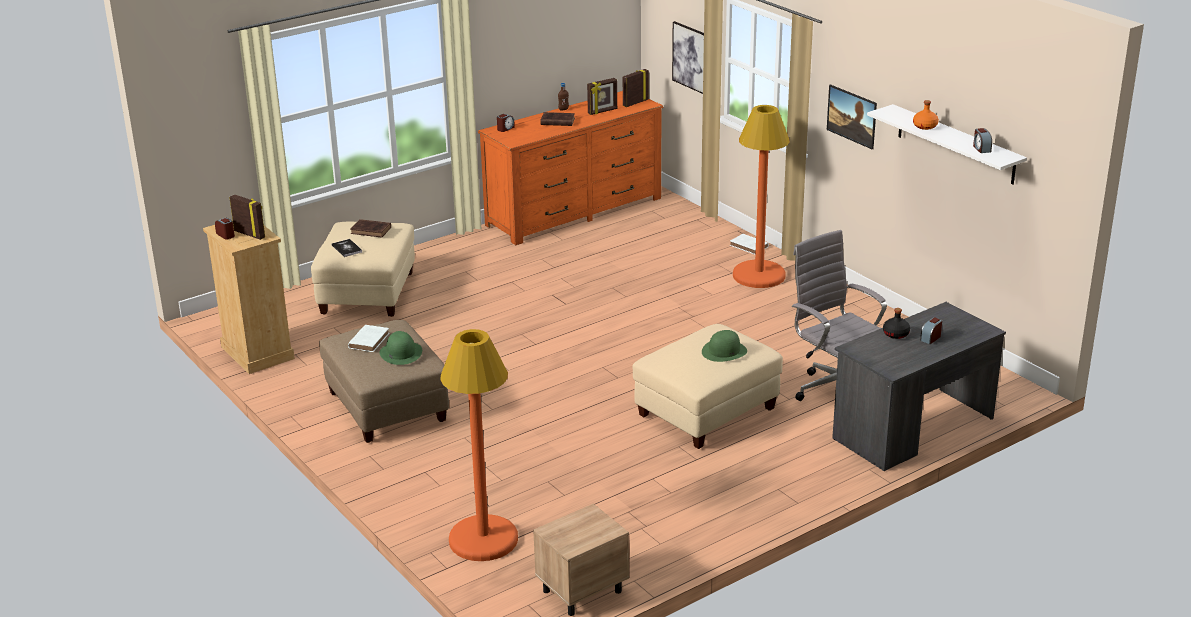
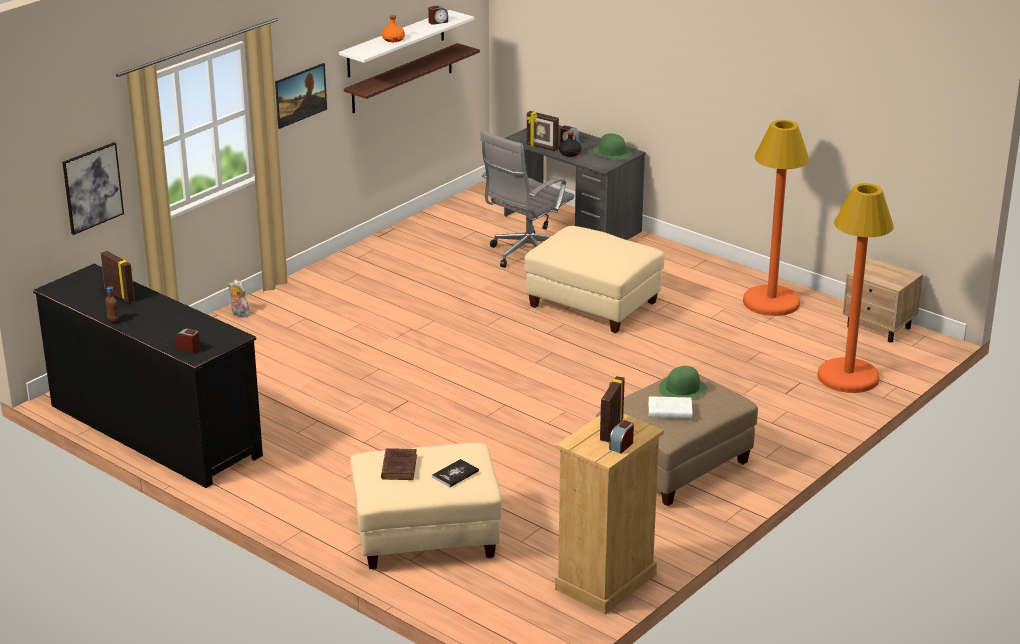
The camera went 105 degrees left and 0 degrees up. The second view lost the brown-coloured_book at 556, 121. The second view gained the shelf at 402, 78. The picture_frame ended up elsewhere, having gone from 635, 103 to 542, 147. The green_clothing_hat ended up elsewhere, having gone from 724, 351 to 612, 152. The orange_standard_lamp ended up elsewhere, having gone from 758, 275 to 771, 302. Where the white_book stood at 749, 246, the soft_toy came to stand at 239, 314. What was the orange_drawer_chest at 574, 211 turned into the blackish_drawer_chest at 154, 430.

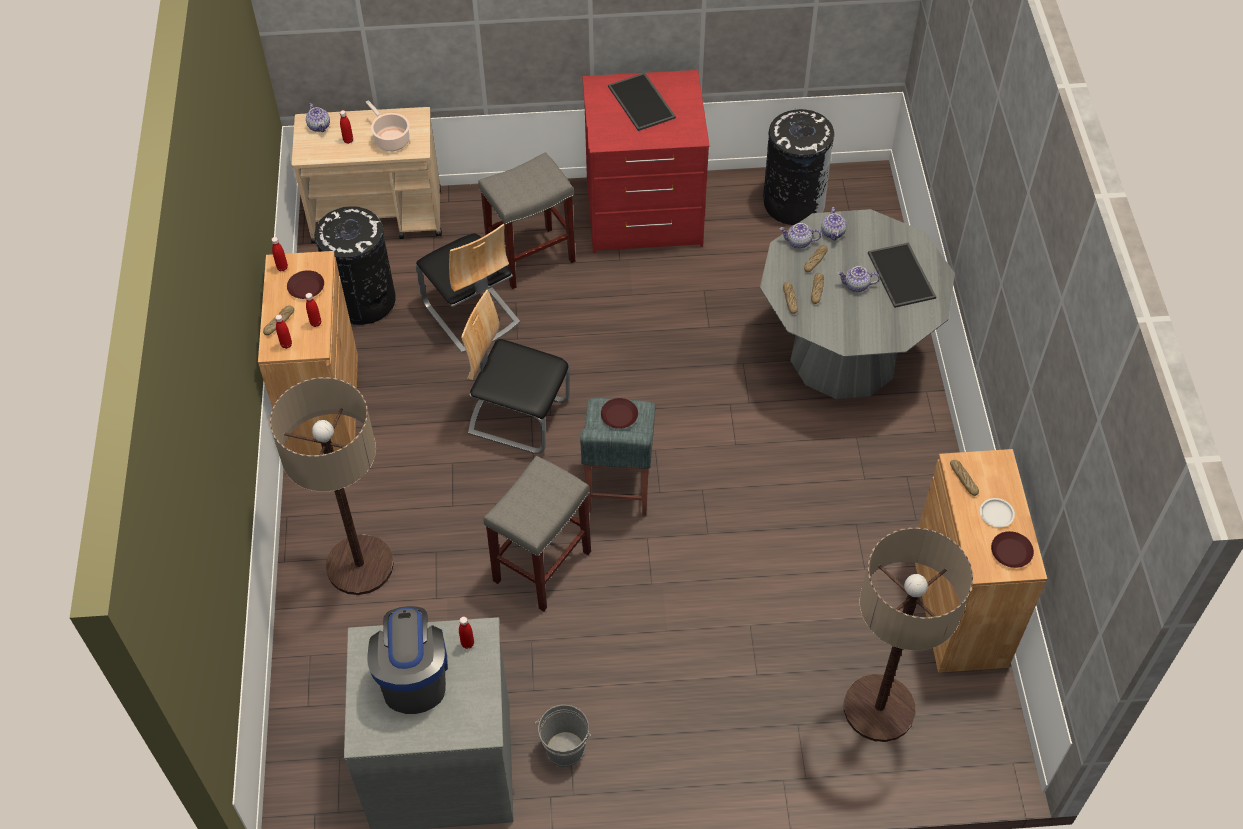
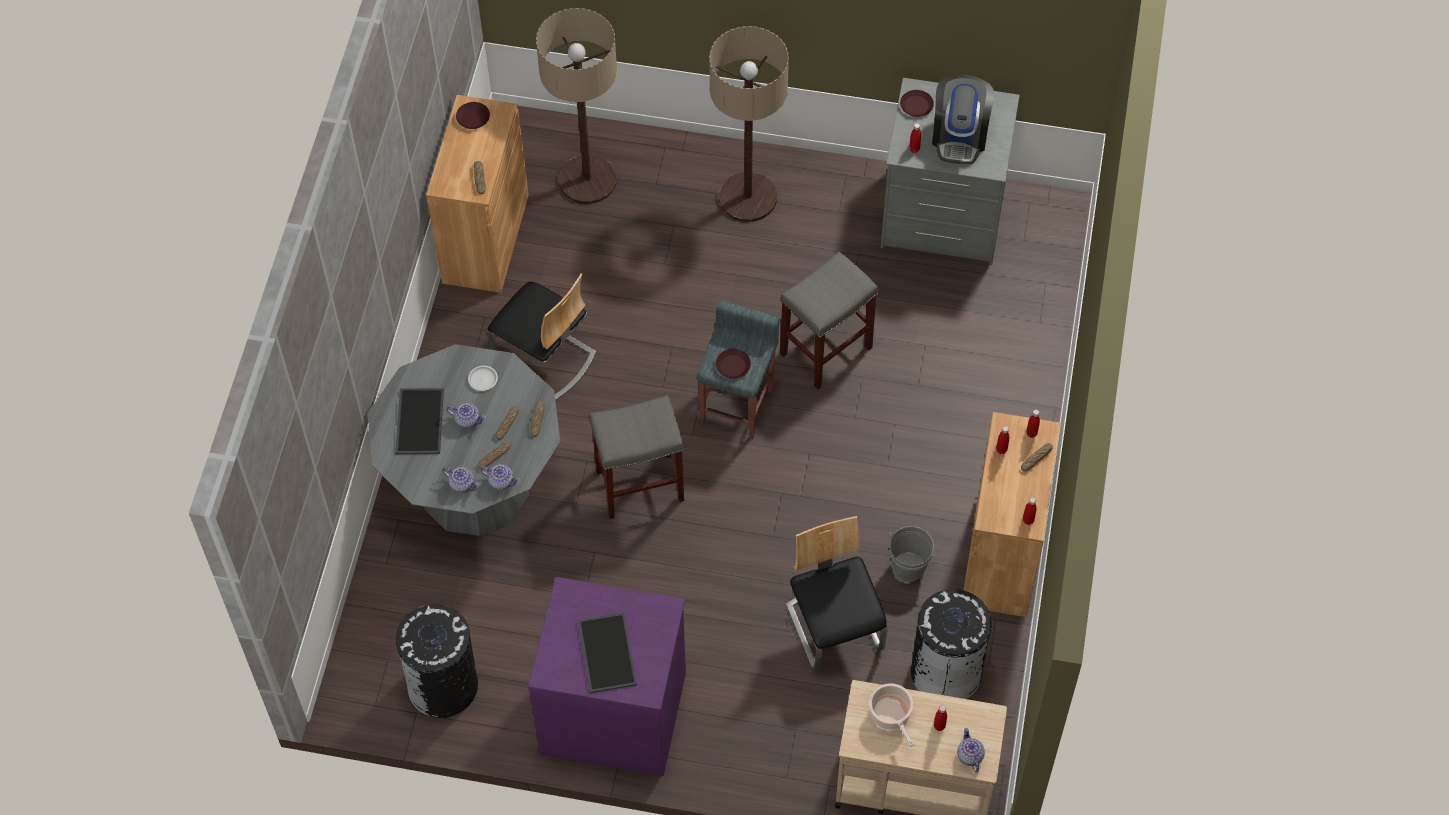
The camera went 165 degrees left and 5 degrees up. The standard_lamp ended up elsewhere, having gone from 360, 565 to 747, 198. The brown-coloured_dinner_plate ended up elsewhere, having gone from 306, 287 to 916, 106. The plain_chair ended up elsewhere, having gone from 518, 416 to 544, 358. The gray_stool ended up elsewhere, having gone from 532, 257 to 638, 486. The gray_water_bucket ended up elsewhere, having gone from 565, 749 to 909, 567. The white_dinner_plate ended up elsewhere, having gone from 996, 514 to 483, 379. What was the red-coloured_drawer_chest at 644, 215 turned into the purple_drawer_chest at 614, 710. The pot_for_tea at 833, 233 ended up facing another way, 105 degrees clockwise from before.

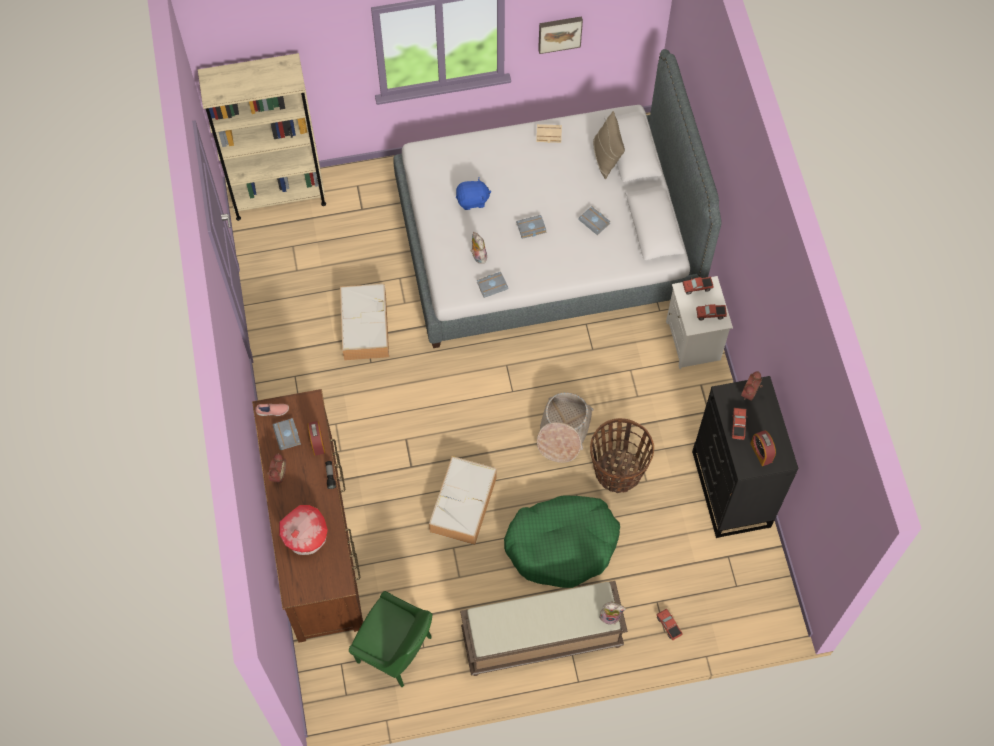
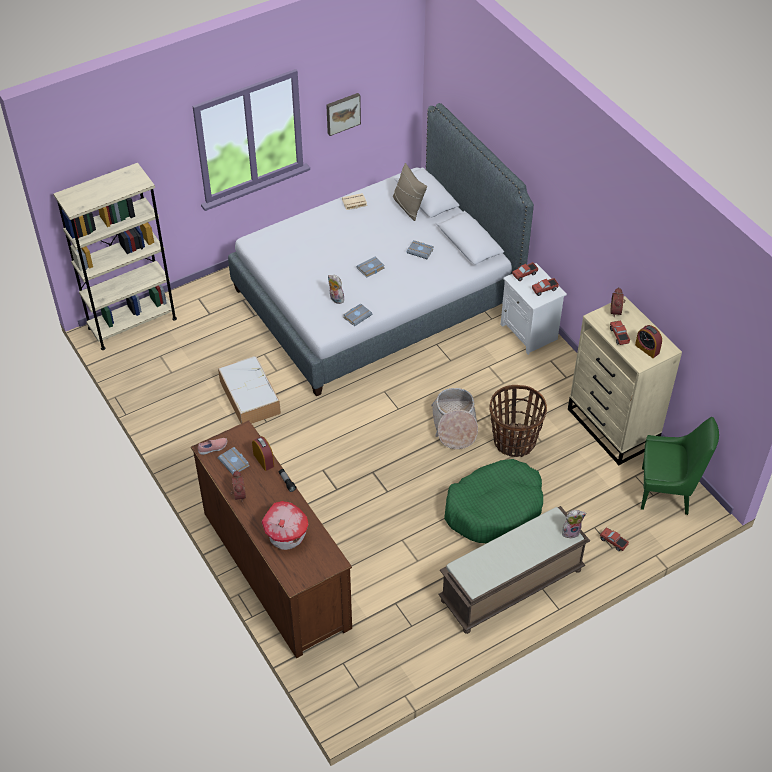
The camera went 20 degrees left and 15 degrees down. The second view lost the storage_box at 463, 505. The second view lost the blue-coloured_soft_toy at 472, 200. The green_plain_chair ended up elsewhere, having gone from 397, 651 to 667, 491. What was the blackish_drawer_chest at 731, 490 turned into the sand-coloured_drawer_chest at 612, 427.

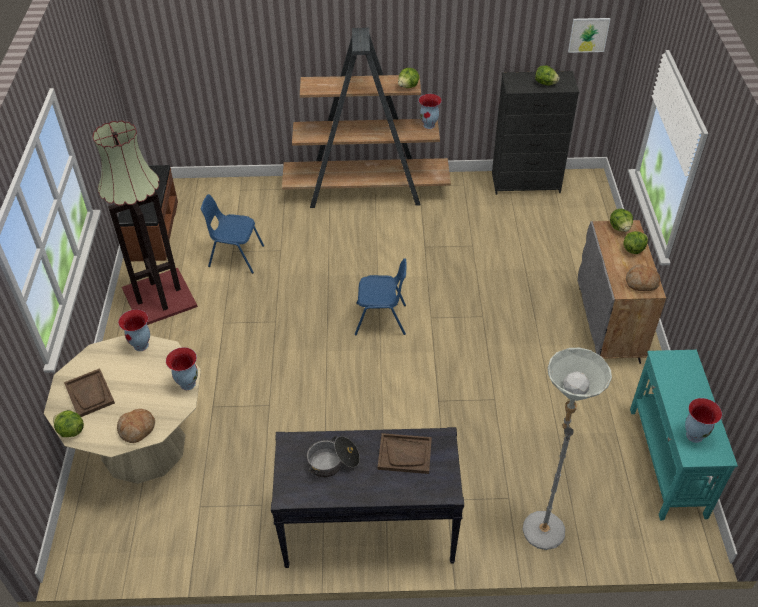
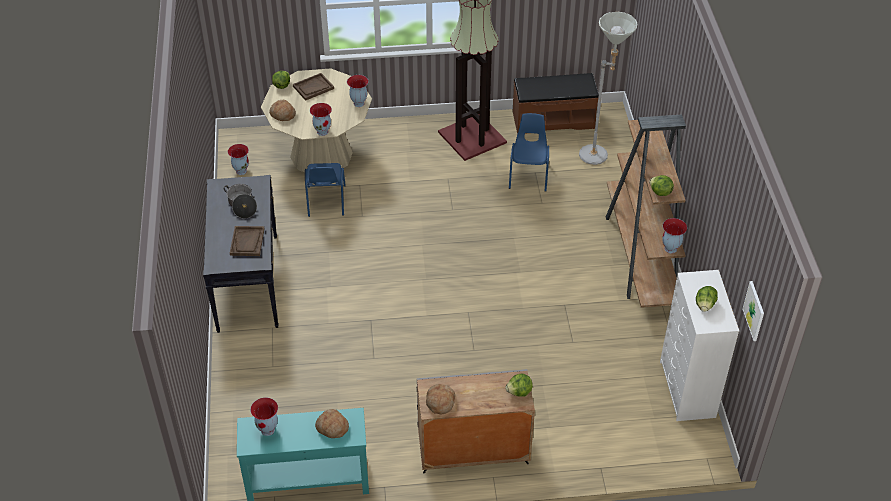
The camera went 85 degrees right and 0 degrees up. The second view lost the head_of_lettuce at 633, 249. The second view gained the flower_vase at 241, 170. The second view gained the bread at 332, 427. The blue-coloured_plain_chair ended up elsewhere, having gone from 381, 319 to 326, 201. The gray_standard_lamp ended up elsewhere, having gone from 543, 522 to 599, 155. What was the blackish_drawer_chest at 526, 183 turned into the white_drawer_chest at 687, 390.

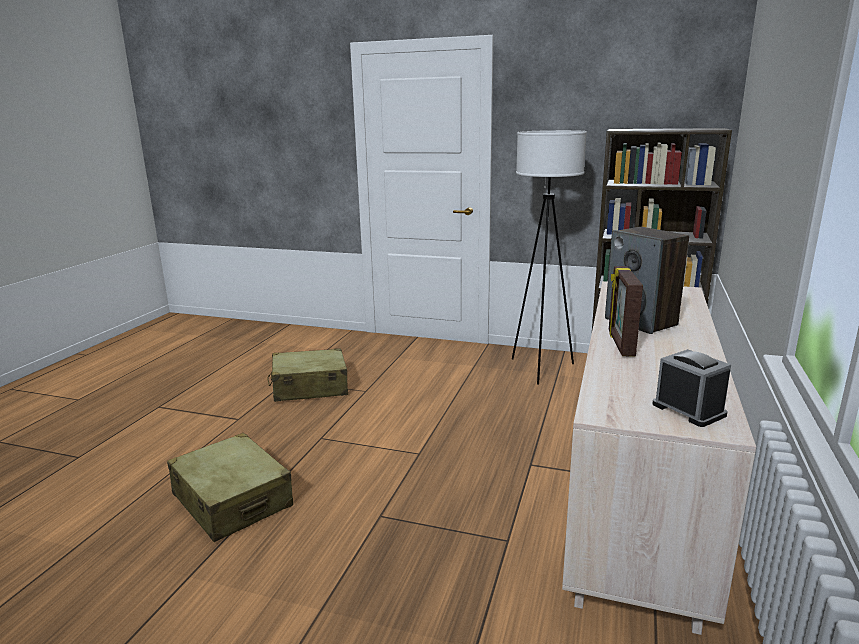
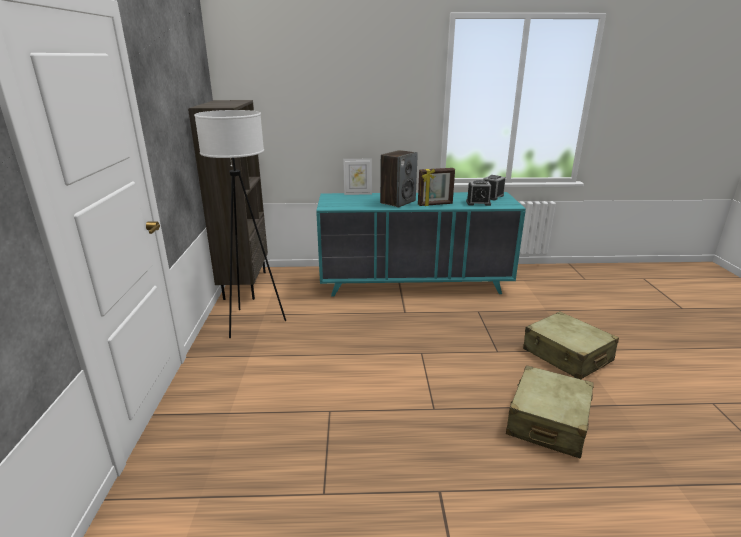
The camera went 110 degrees left and 5 degrees up. The second view gained the picture_frame at 358, 193. The second view gained the table_clock at 478, 203. The sand-coloured_suitcase ended up elsewhere, having gone from 309, 387 to 567, 355. What was the sand-coloured_drawer_chest at 636, 497 turned into the blue-green_drawer_chest at 414, 284.

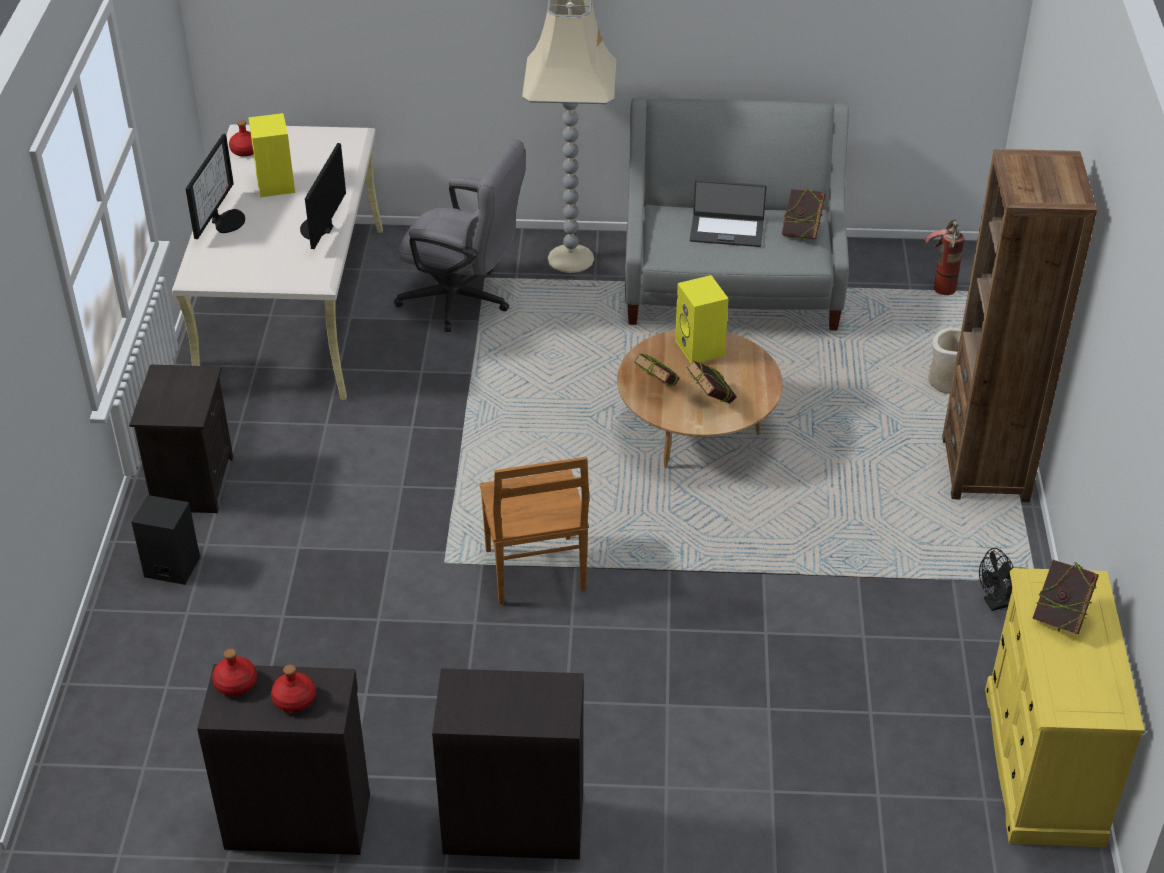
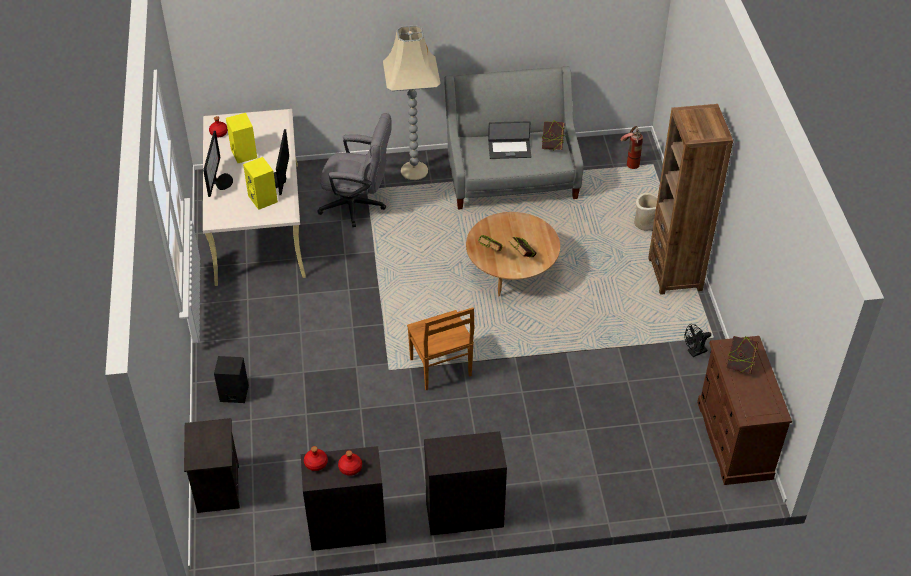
The camera went 10 degrees left and 5 degrees up. The blackish_bedside_table ended up elsewhere, having gone from 192, 482 to 217, 488. The yellowish_audio_speaker ended up elsewhere, having gone from 701, 348 to 263, 199. What was the yellowish_drawer_chest at 1042, 765 turned into the brown-coloured_drawer_chest at 734, 440.

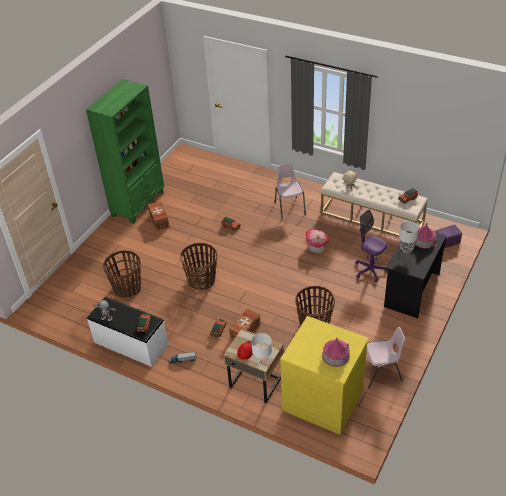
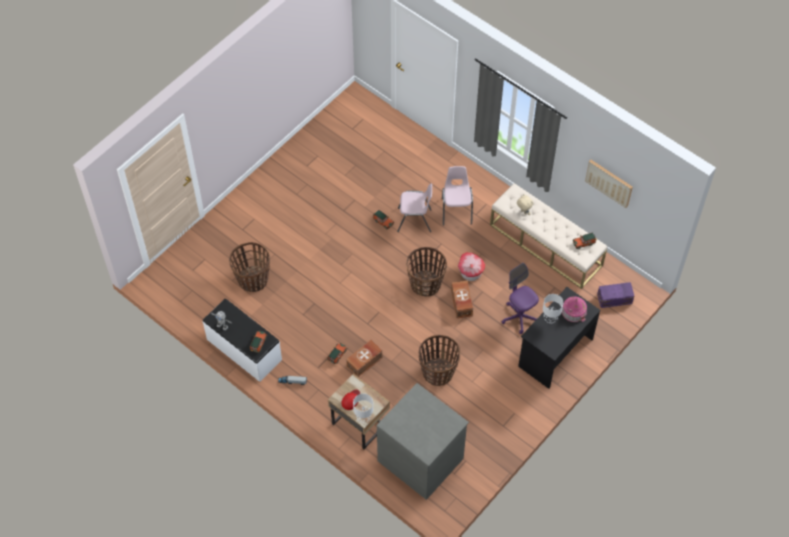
The camera went 10 degrees right and 15 degrees up. The second view lost the green_shelving_unit at 138, 204. The second view lost the model_house at 336, 355. The second view gained the picture at 609, 182. The brown-coloured_storage_box ended up elsewhere, having gone from 159, 221 to 461, 303. The basket ended up elsewhere, having gone from 202, 280 to 425, 284. The pink_plain_chair ended up elsewhere, having gone from 381, 373 to 414, 220. What was the yellowish_drawer_chest at 323, 399 turned into the gray_drawer_chest at 421, 459.

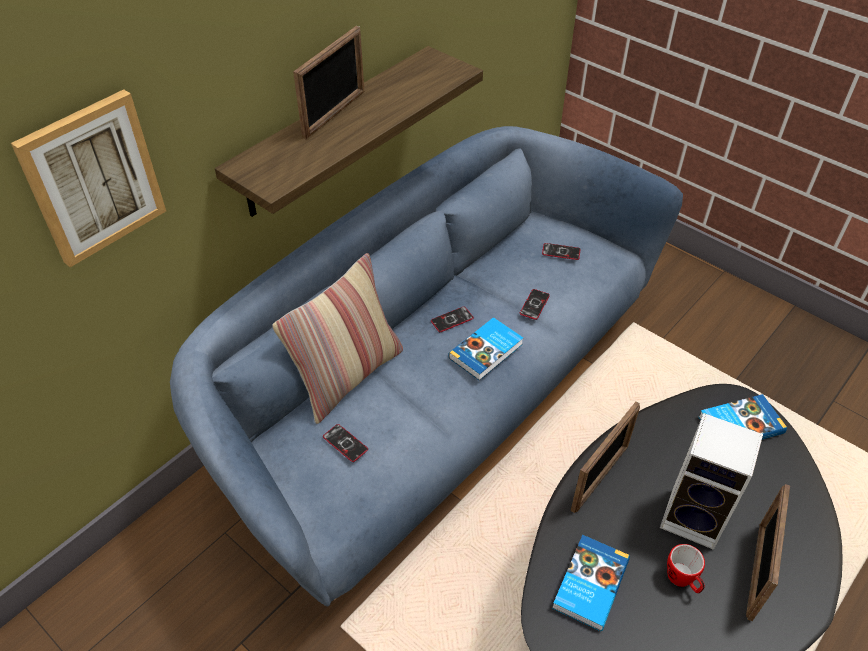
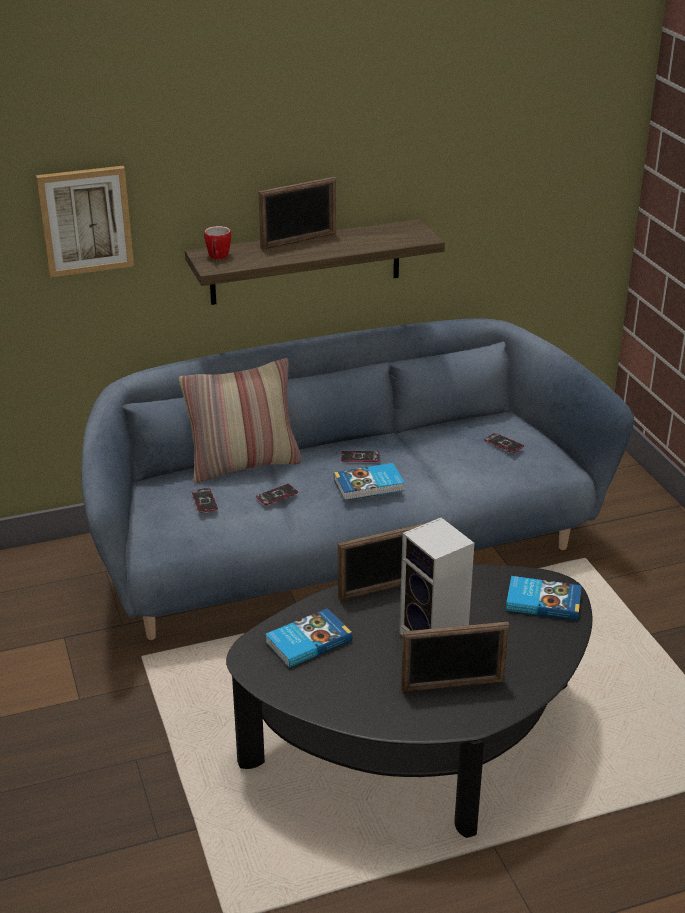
The camera went 30 degrees right and 15 degrees down. The handset ended up elsewhere, having gone from 534, 305 to 277, 495. The tea_mug ended up elsewhere, having gone from 683, 580 to 218, 257. The picture_frame at 756, 570 ended up facing another way, 150 degrees counterclockwise from before.

